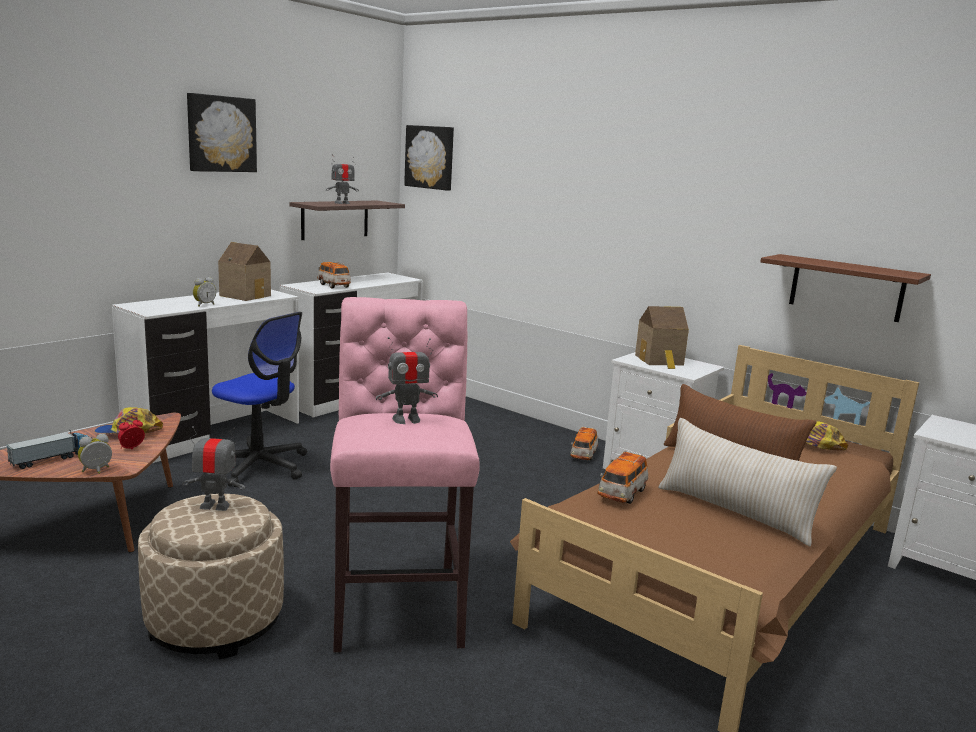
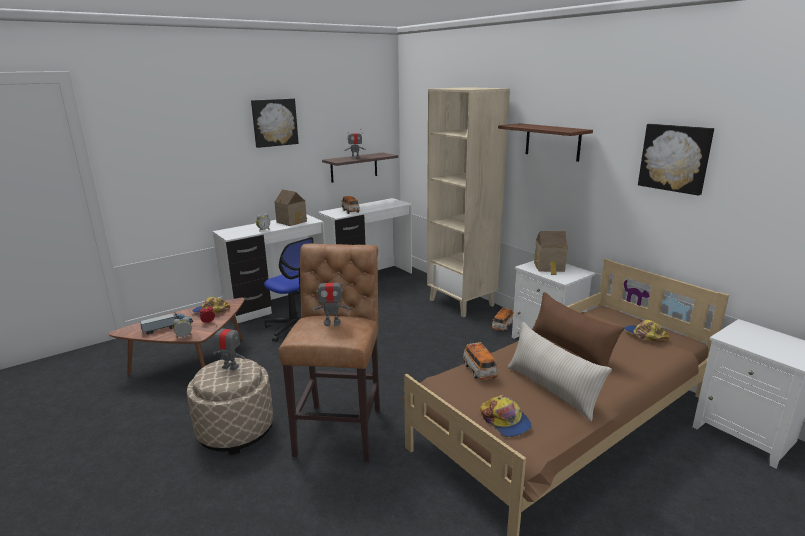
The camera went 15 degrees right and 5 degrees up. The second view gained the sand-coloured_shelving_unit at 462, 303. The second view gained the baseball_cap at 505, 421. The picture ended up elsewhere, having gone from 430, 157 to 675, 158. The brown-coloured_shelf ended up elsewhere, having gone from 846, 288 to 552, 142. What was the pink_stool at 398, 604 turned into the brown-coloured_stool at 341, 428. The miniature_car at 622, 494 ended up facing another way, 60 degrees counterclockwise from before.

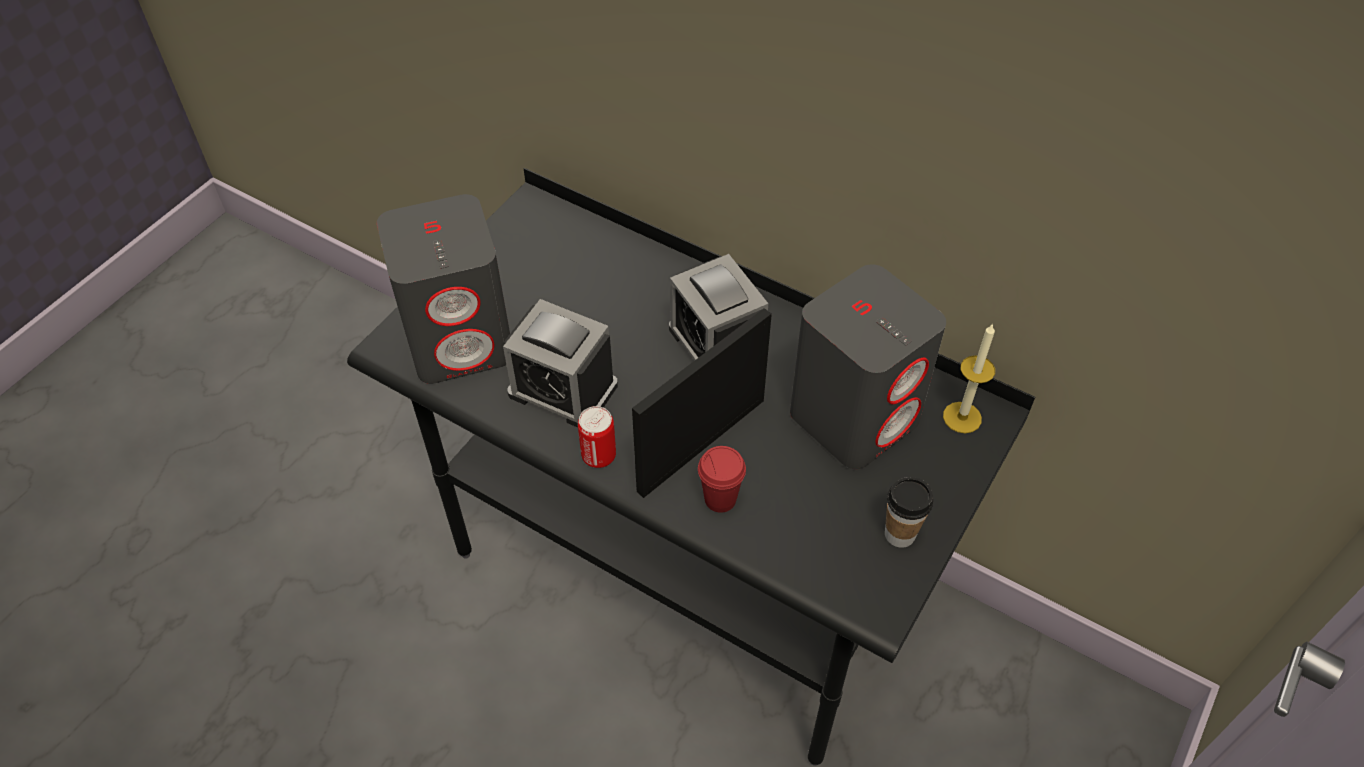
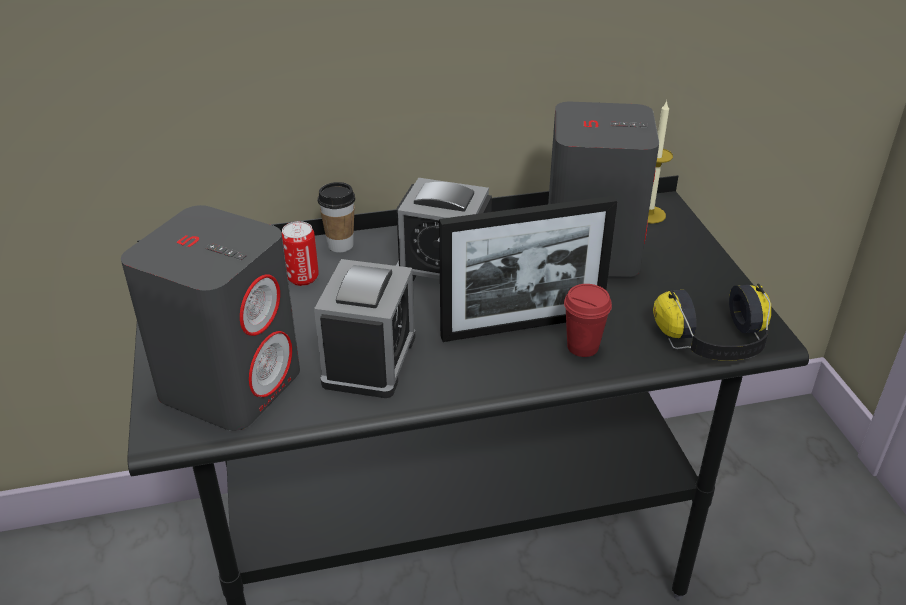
The camera went 45 degrees left and 15 degrees down. The second view gained the headset at 715, 342. The sealed_can ended up elsewhere, having gone from 599, 456 to 303, 278. The cup ended up elsewhere, having gone from 899, 534 to 340, 245. The table_clock at 563, 389 ended up facing another way, 60 degrees counterclockwise from before. The picture_frame at 701, 445 ended up facing another way, 105 degrees counterclockwise from before.

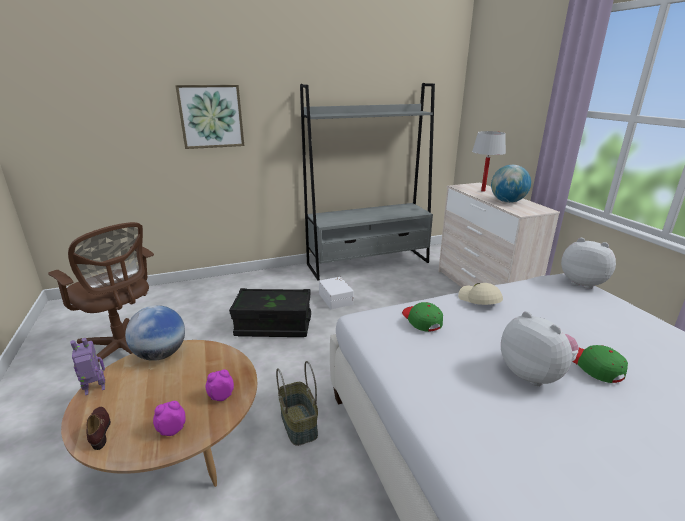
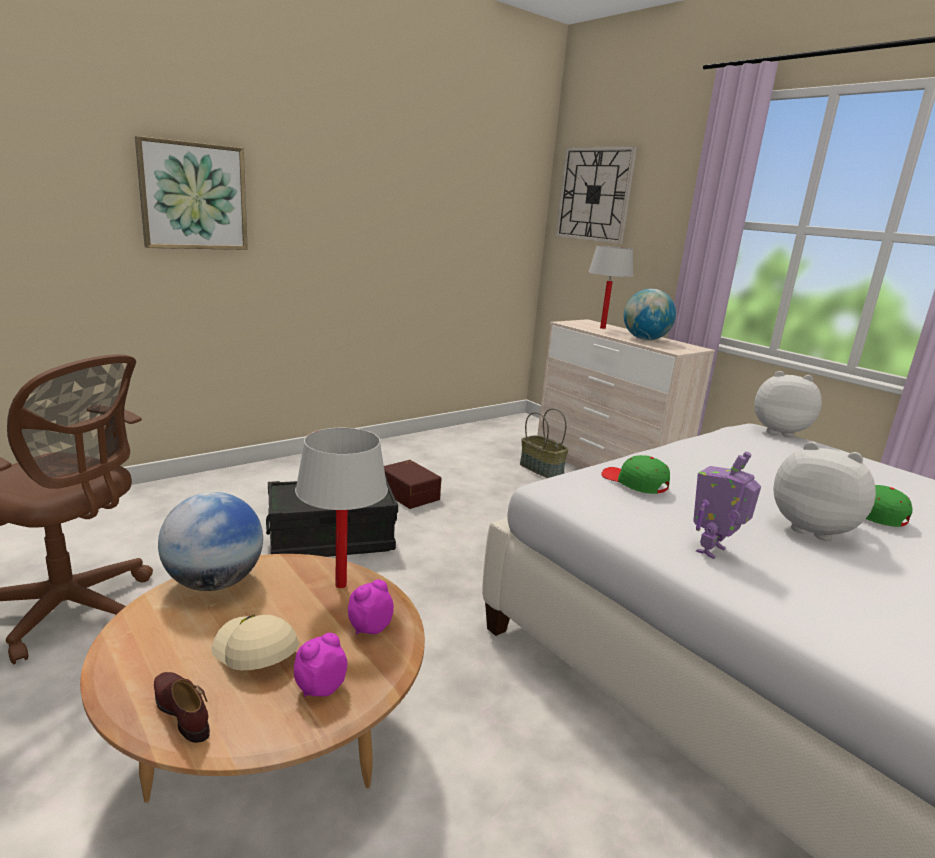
The camera went 20 degrees left and 5 degrees down. The second view lost the gray_shelving_unit at 368, 263. The second view gained the white_tabletop_lamp at 341, 585. The second view gained the clock_on_the_wall at 594, 194. The model_robot ended up elsewhere, having gone from 95, 389 to 712, 551. The basket ended up elsewhere, having gone from 299, 424 to 542, 469. The sand-coloured_baseball_cap ended up elsewhere, having gone from 478, 300 to 254, 652. What was the white_storage_box at 336, 299 turned into the brown-coloured_storage_box at 410, 494.

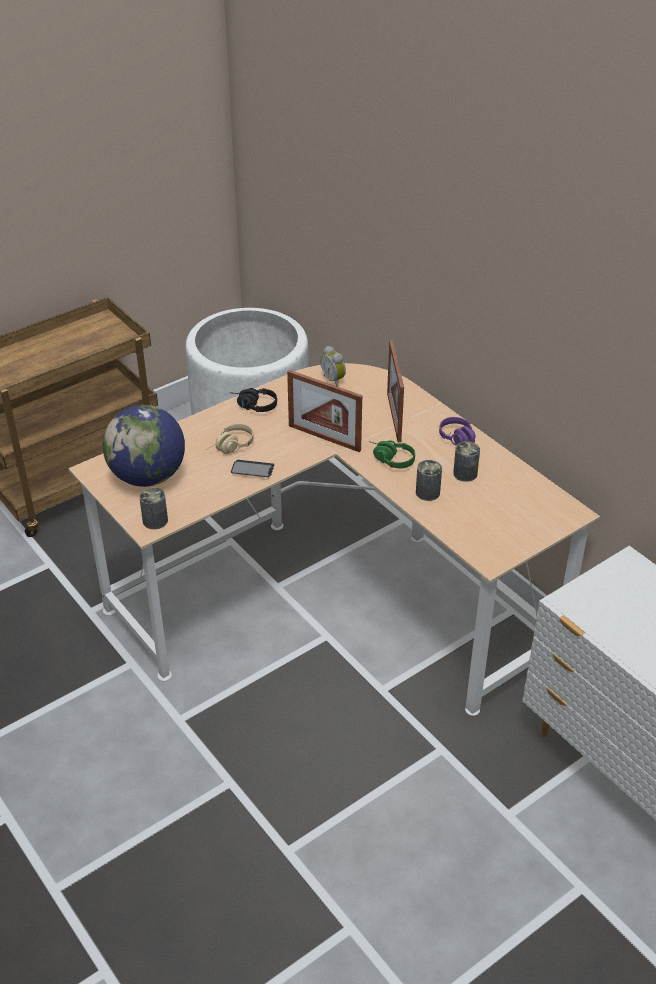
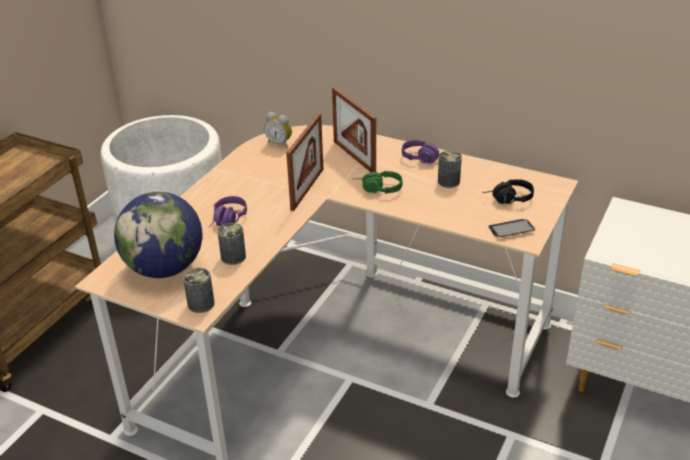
The camera went 25 degrees left and 5 degrees down. The blackish_headset ended up elsewhere, having gone from 252, 406 to 507, 199. The handset ended up elsewhere, having gone from 252, 469 to 511, 229. The sealed_can ended up elsewhere, having gone from 427, 492 to 233, 257. What was the sand-coloured_headset at 230, 447 turned into the purple_headset at 227, 221. The picture_frame at 324, 438 ended up facing another way, 75 degrees counterclockwise from before.

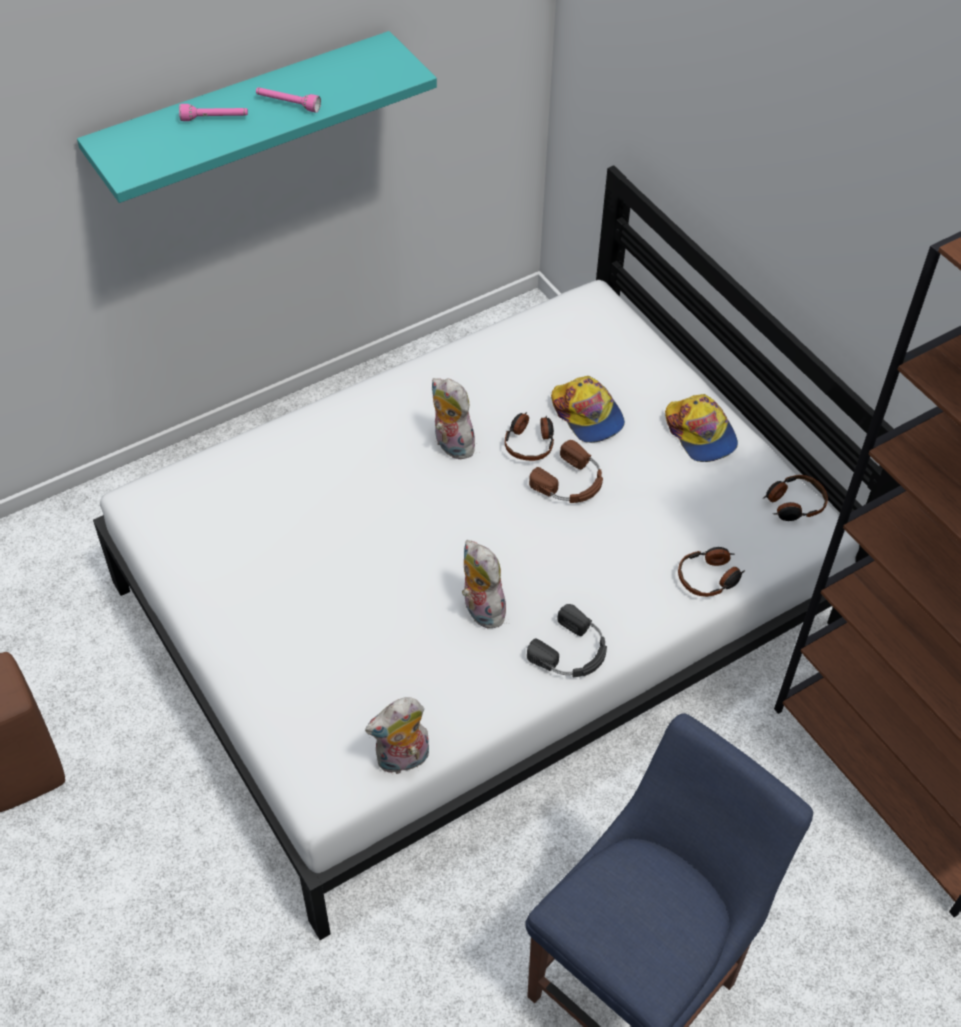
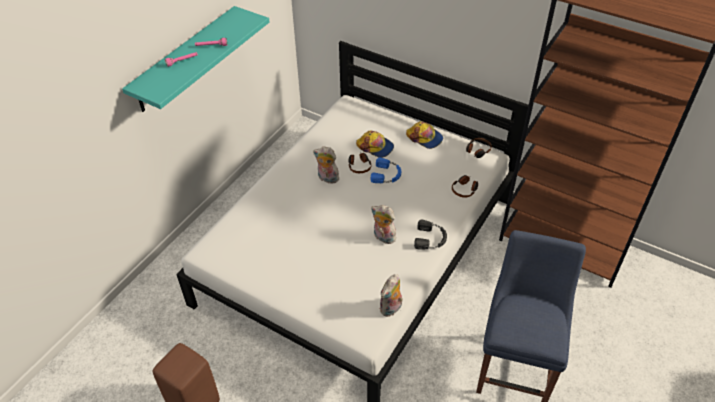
The camera went 25 degrees left and 5 degrees down. What was the brown-coloured_headset at 571, 482 turned into the blue-coloured_headset at 387, 175.

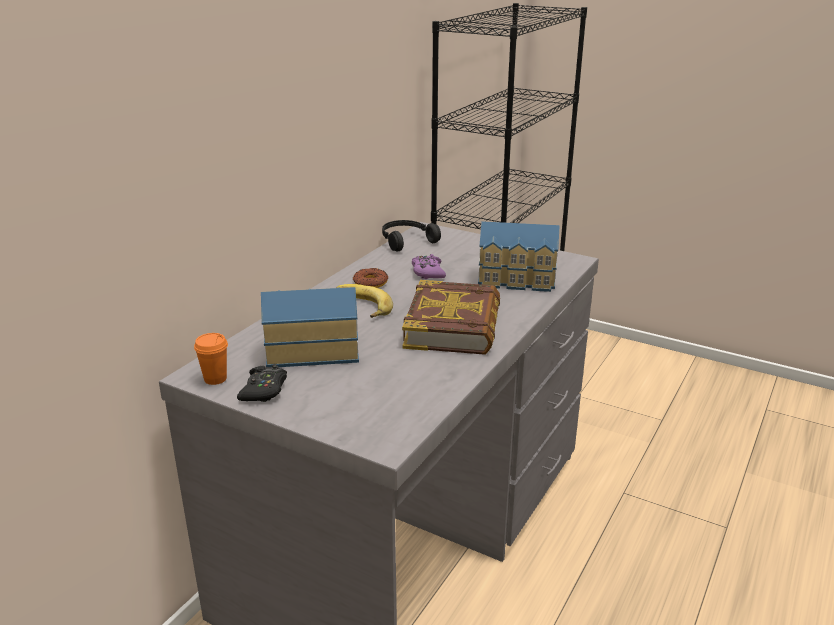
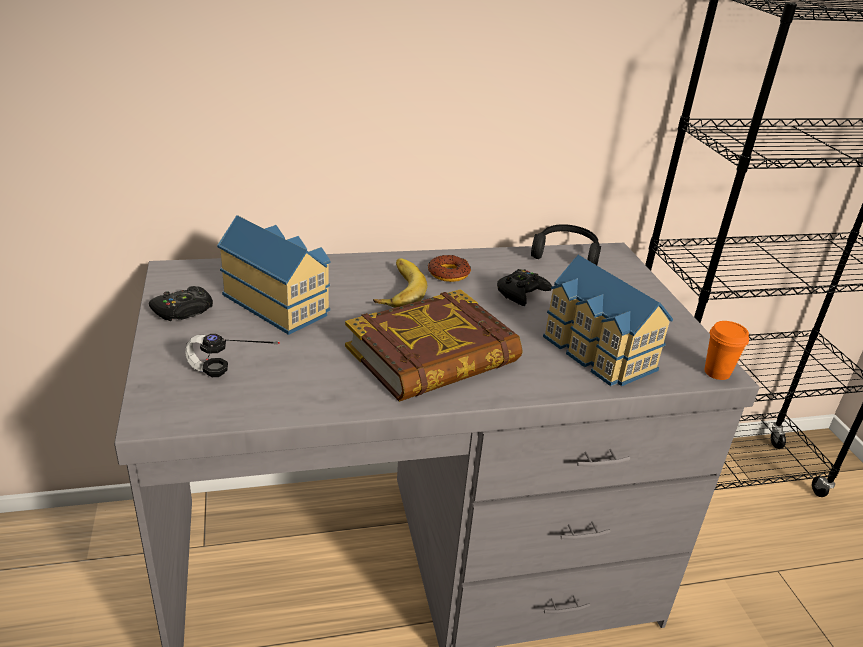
The camera went 45 degrees right and 5 degrees up. The second view gained the headset at 227, 380. The orange_cup ended up elsewhere, having gone from 215, 379 to 717, 372. What was the purple_game_controller at 428, 272 turned into the blackish_game_controller at 521, 293.

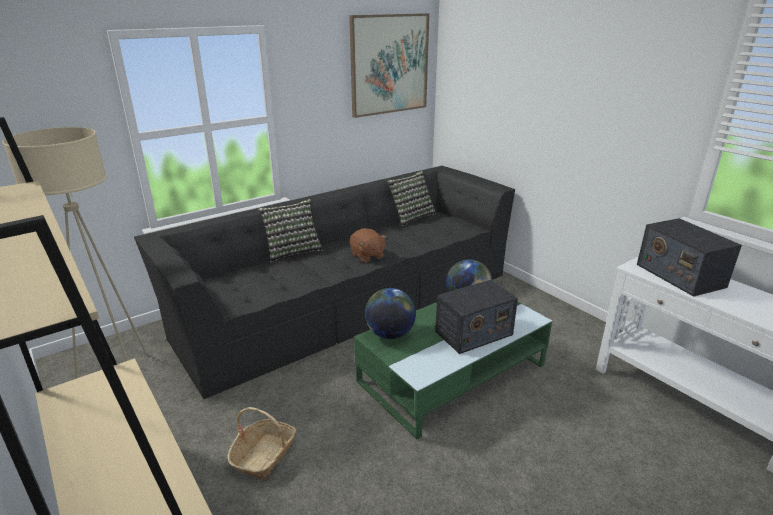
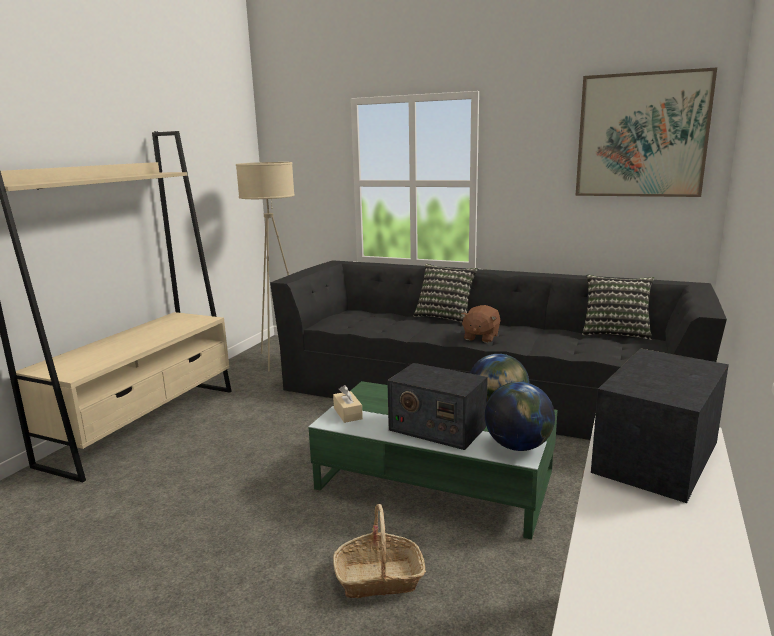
The camera went 60 degrees right and 10 degrees down. The second view gained the sand-coloured_box_of_tissues at 347, 413. The basket ended up elsewhere, having gone from 264, 455 to 379, 578. The world_globe ended up elsewhere, having gone from 390, 334 to 518, 446.

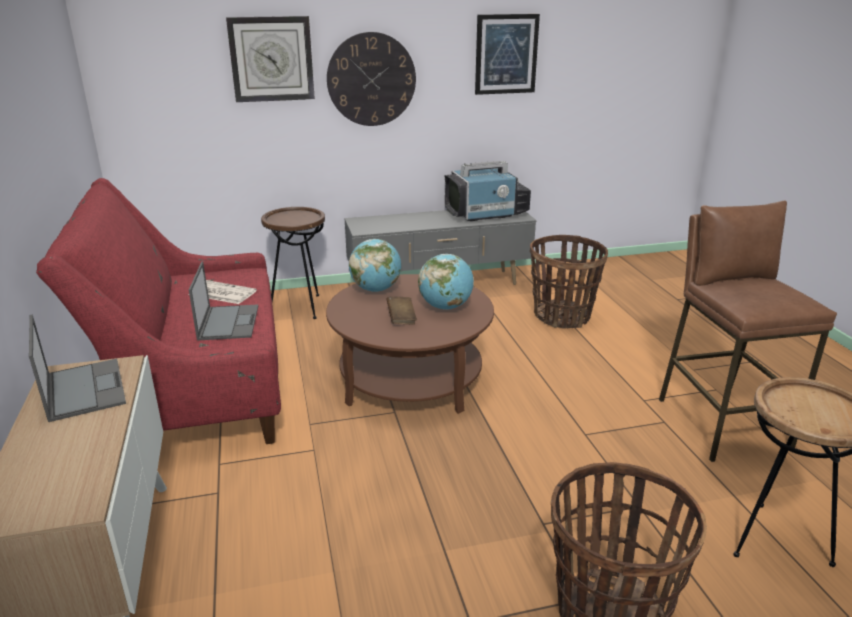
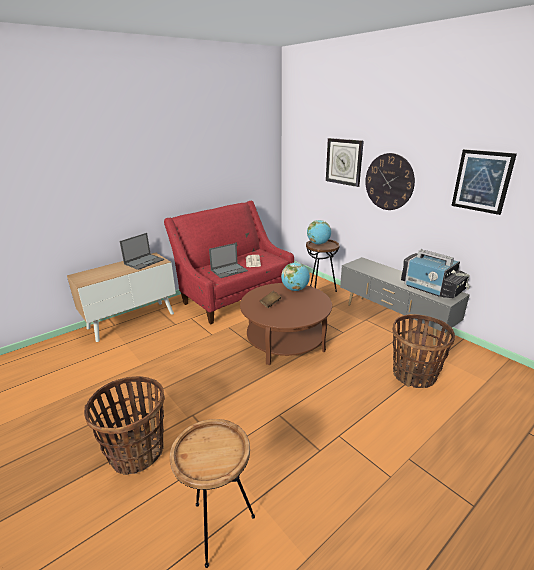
The camera went 65 degrees right and 0 degrees up. The second view lost the brown-coloured_stool at 722, 423. The world_globe ended up elsewhere, having gone from 445, 307 to 318, 244.

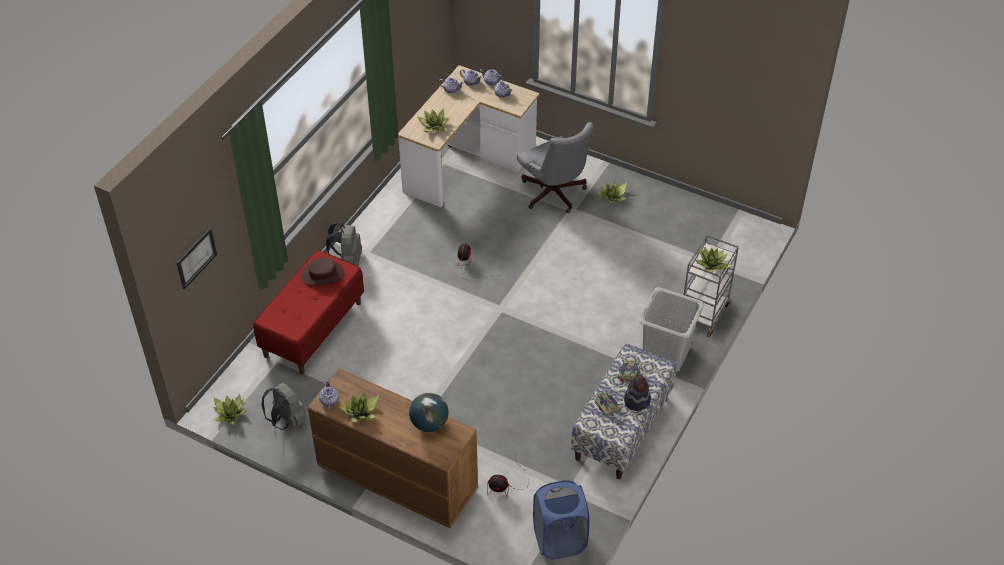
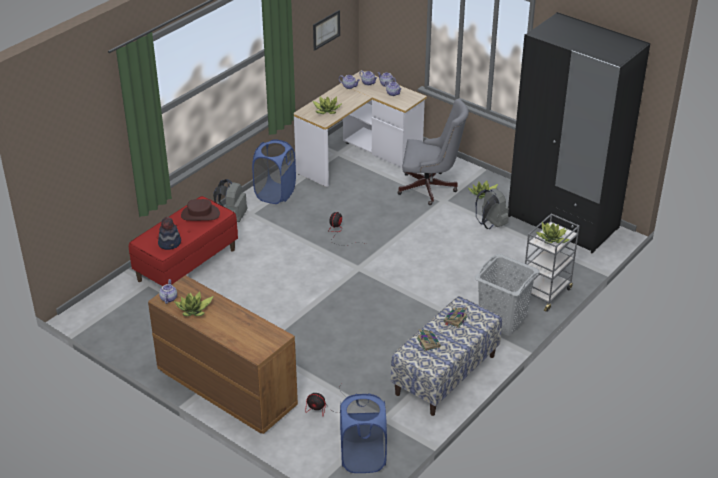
The camera went 10 degrees right and 10 degrees down. The second view lost the houseplant at 230, 414. The second view lost the world_globe at 429, 424. The second view gained the blue-coloured_hamper at 275, 194. The second view gained the blackish_armoire at 563, 222. The picture ended up elsewhere, having gone from 196, 258 to 326, 30. The gray_backpack ended up elsewhere, having gone from 287, 420 to 490, 224. The clothing_hat ended up elsewhere, having gone from 637, 400 to 170, 243. The gray_computer_chair at 554, 195 ended up facing another way, 60 degrees counterclockwise from before.

